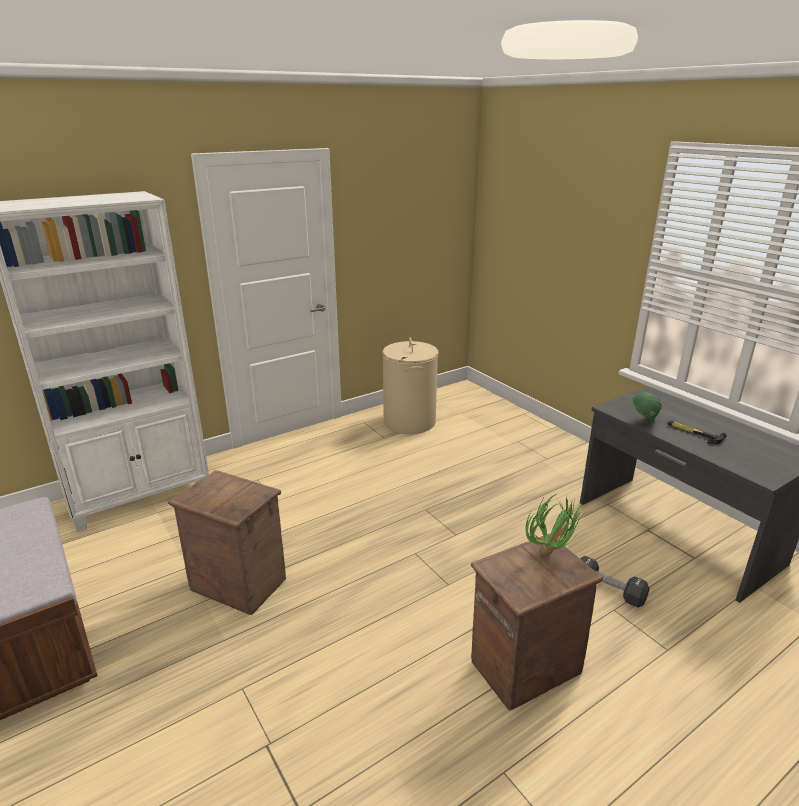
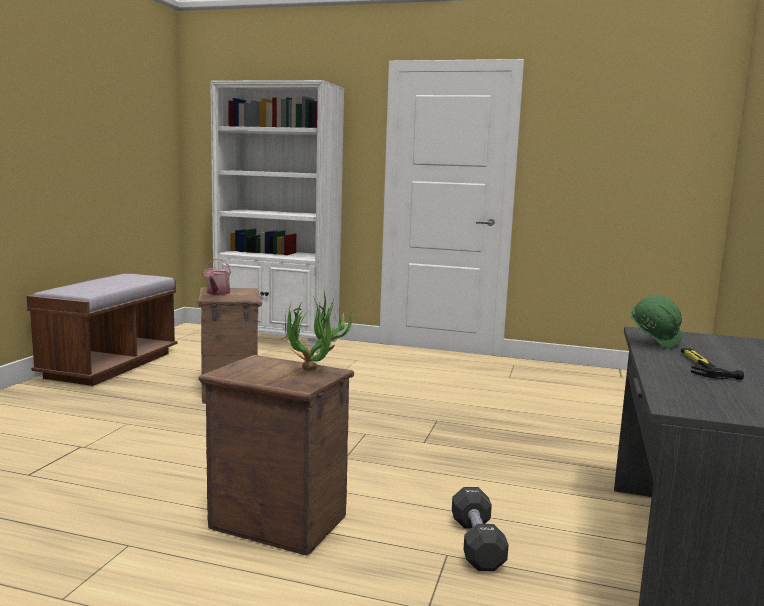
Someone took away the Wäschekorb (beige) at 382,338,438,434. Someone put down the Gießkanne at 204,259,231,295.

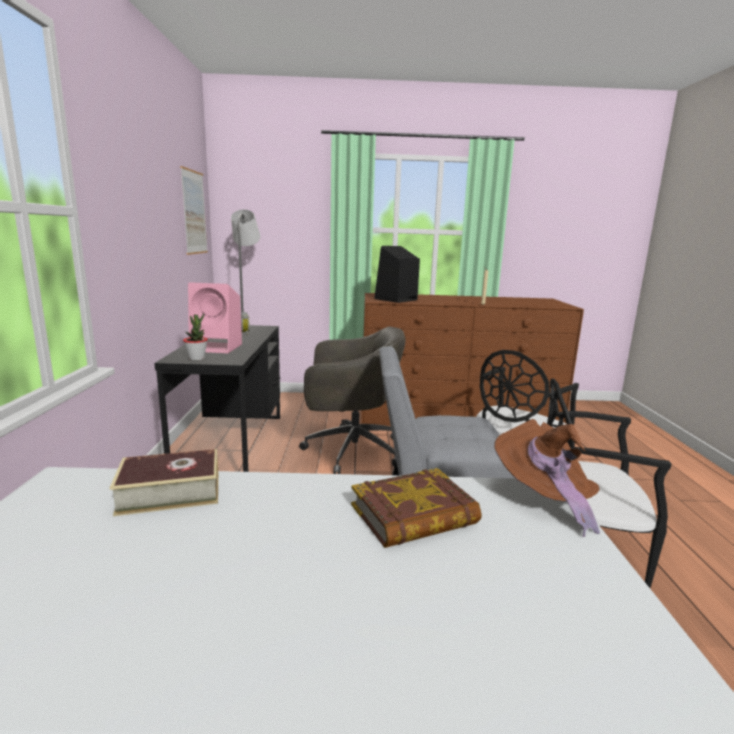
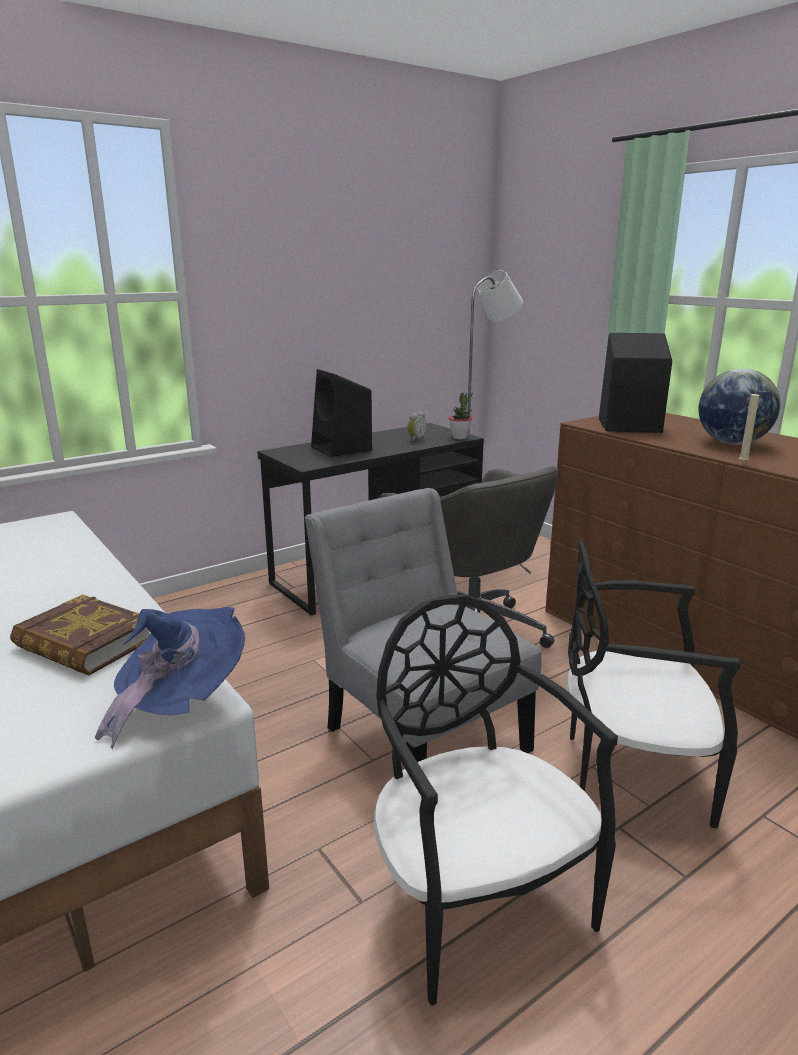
Someone took away the Bild at 180,166,208,255. Someone repainted the Lautsprecher (rosa) at 188,282,242,353, which became the Lautsprecher (schwarz) at 311,369,372,457. Someone carried the Topfpflanze from 183,313,208,361 to 449,393,473,439. Someone repainted the Hut (braun) at 494,419,600,537, which became the Hut (blau) at 95,607,245,750. Someone took away the Buch at 110,449,218,516. Someone put down the Globus at 699,368,780,445.

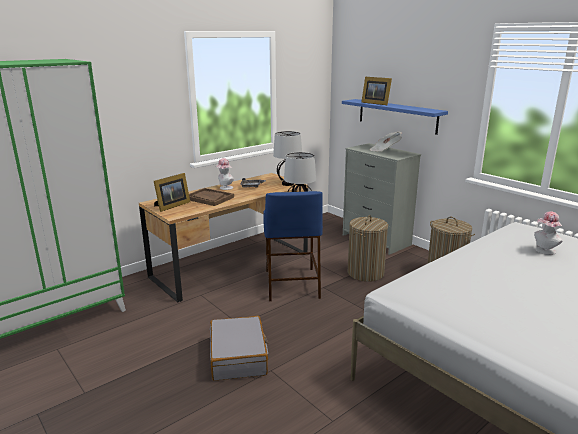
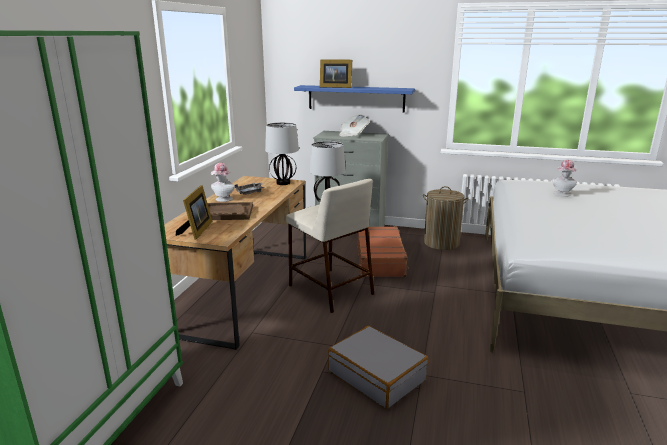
Someone repainted the Hocker (blau) at 264,191,323,301, which became the Hocker (beige) at 286,179,374,313. Someone swapped the Wäschekorb at 348,215,388,282 for the Koffer (braun) at 357,226,409,277.

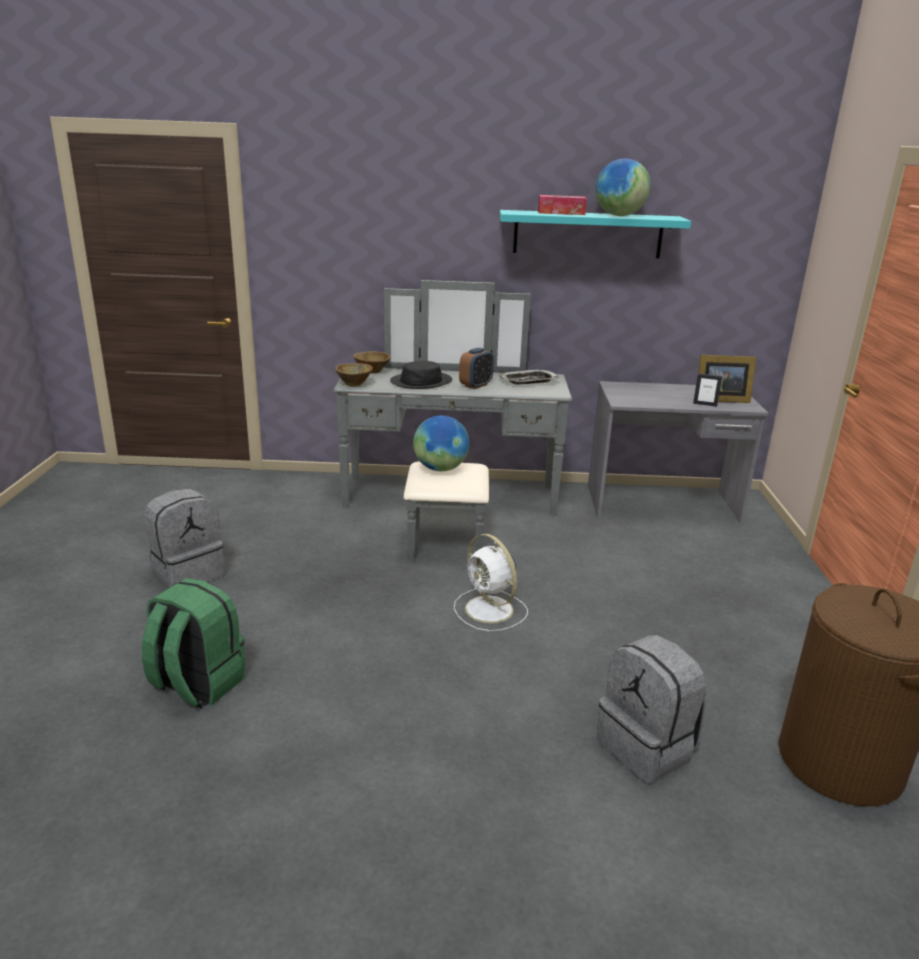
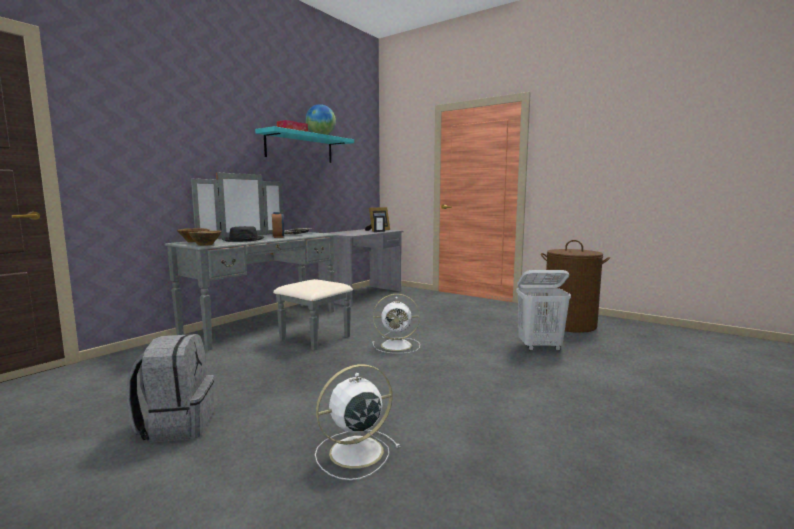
Someone took away the Globus at 413,415,469,471. Someone swapped the Rucksack (grün) at 142,578,245,709 for the Ventilator (weiß) at 315,364,400,480. Someone swapped the Rucksack (grau) at 597,635,706,783 for the Wäschekorb (weiß) at 516,270,571,351.

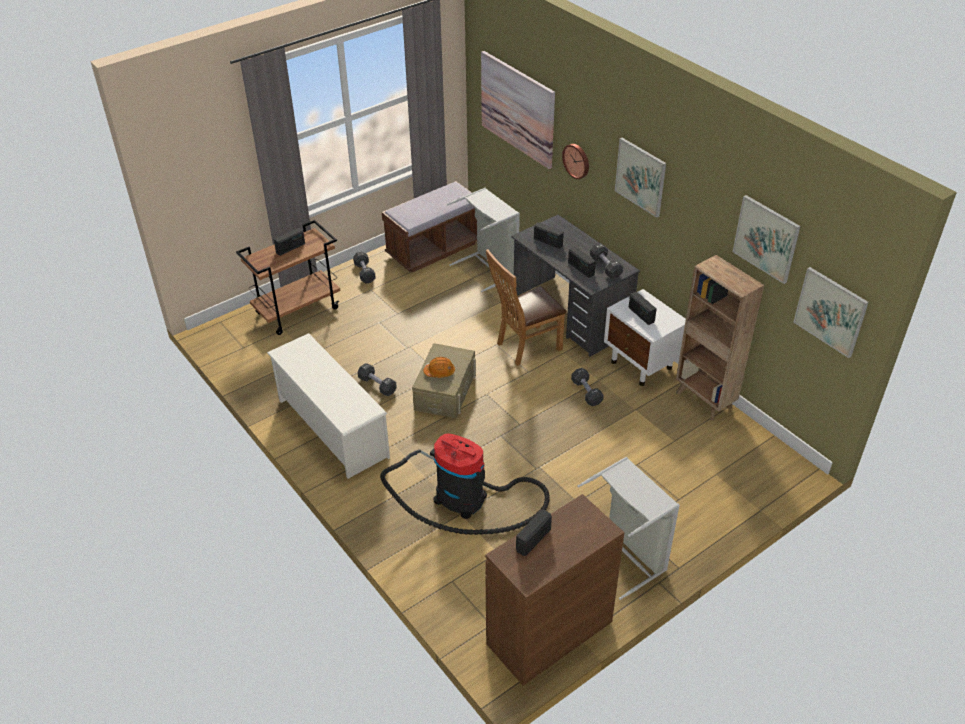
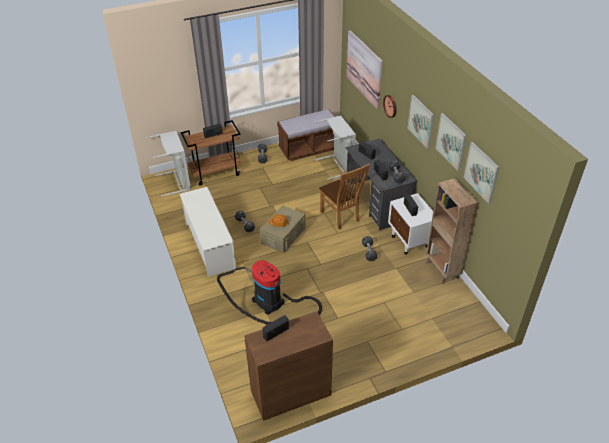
Someone rotated the Stuhl (braun) at 486,249,567,366 by 105 degrees counterclockwise. Someone carried the Bild from 793,267,869,358 to 436,113,467,171. Someone carried the Wäschekorb (grau) from 577,457,680,600 to 147,131,191,196.

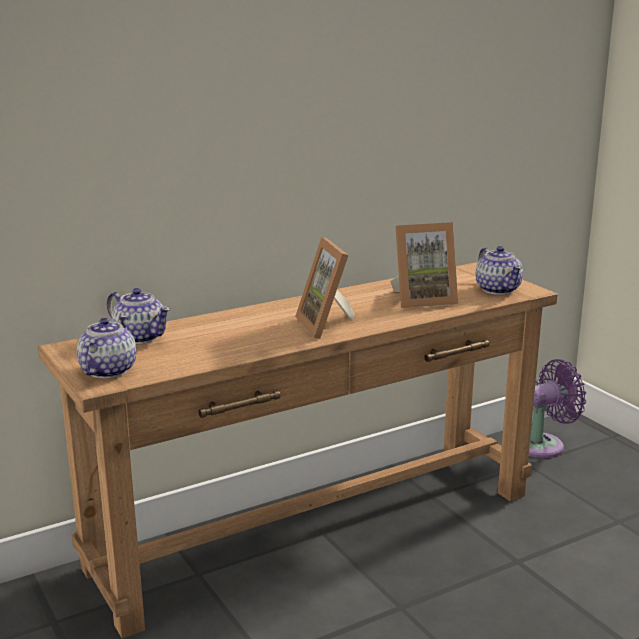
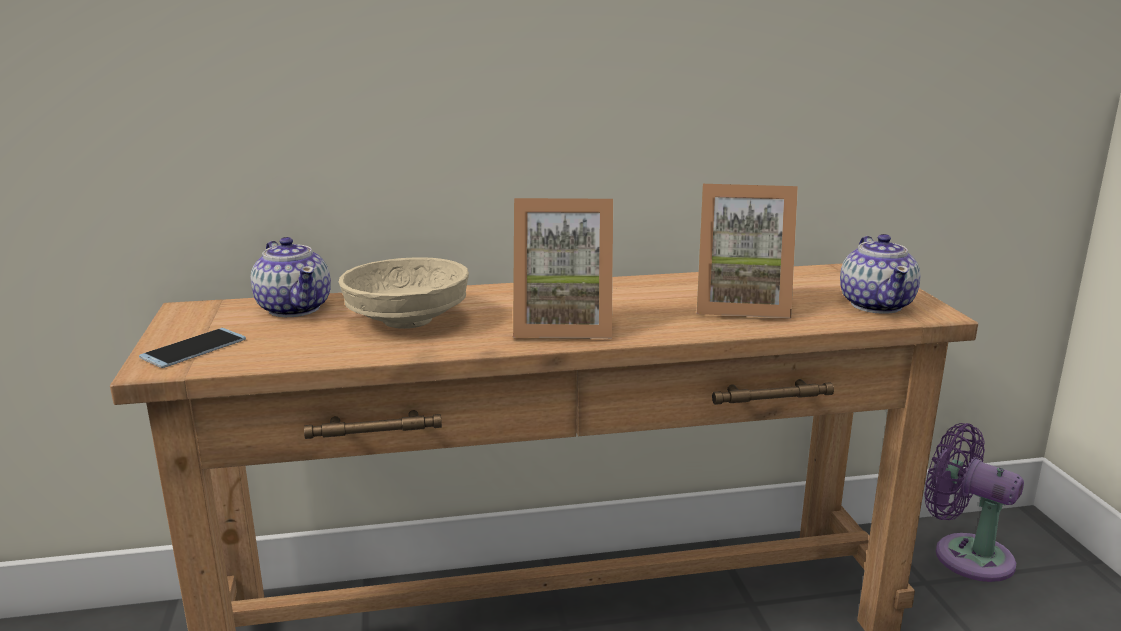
Someone rotated the Bilderrahmen at 295,237,355,339 by 90 degrees counterclockwise. Someone swapped the Teekanne at 77,315,136,378 for the Handy at 139,328,246,368. Someone rotated the Ventilator (lila) at 529,359,586,458 by 135 degrees counterclockwise. Someone put down the Schüssel (beige) at 339,257,469,329.

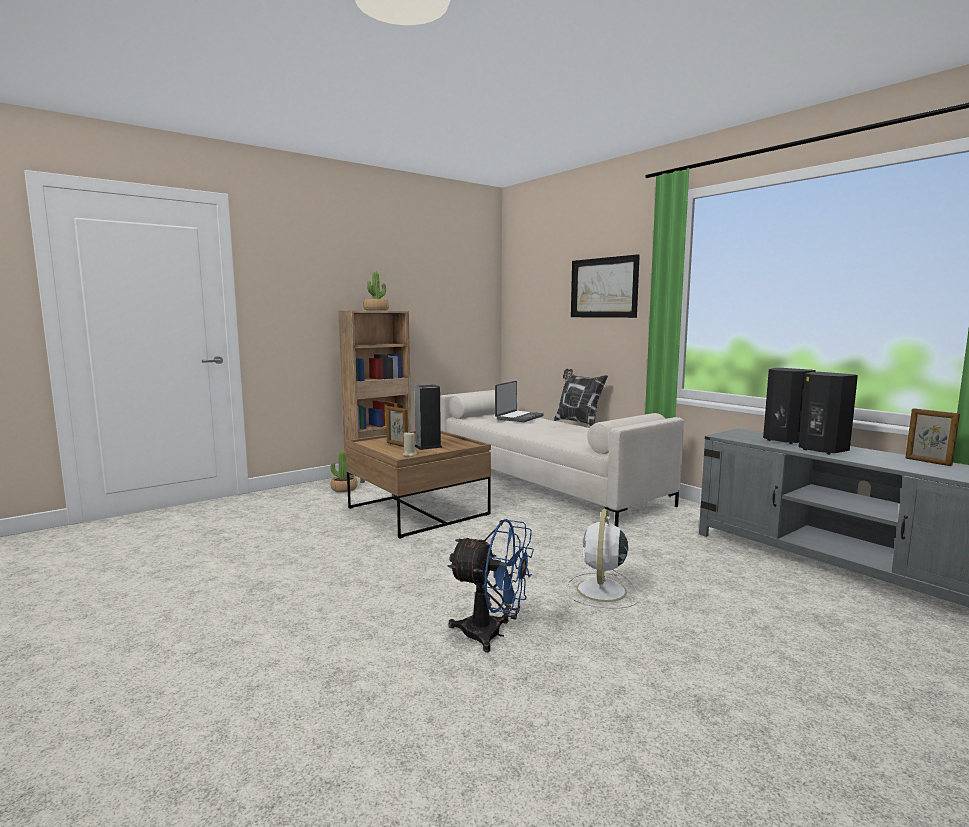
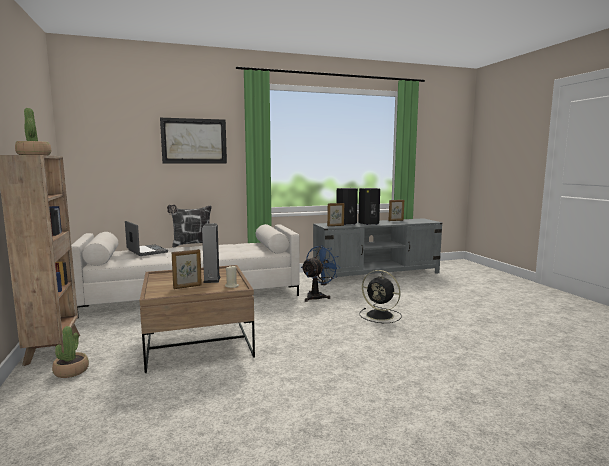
Someone repainted the Ventilator (weiß) at 566,509,639,609, which became the Ventilator (schwarz) at 359,270,402,323. Someone carried the Ventilator (blau) from 448,519,534,652 to 301,246,341,302. Someone put down the Bilderrahmen at 327,203,344,226.

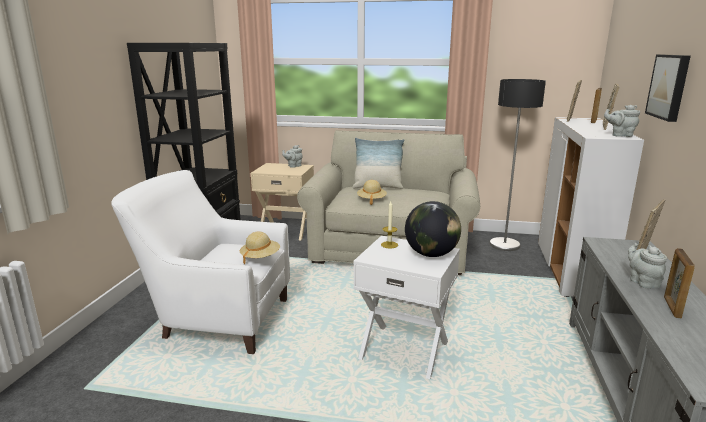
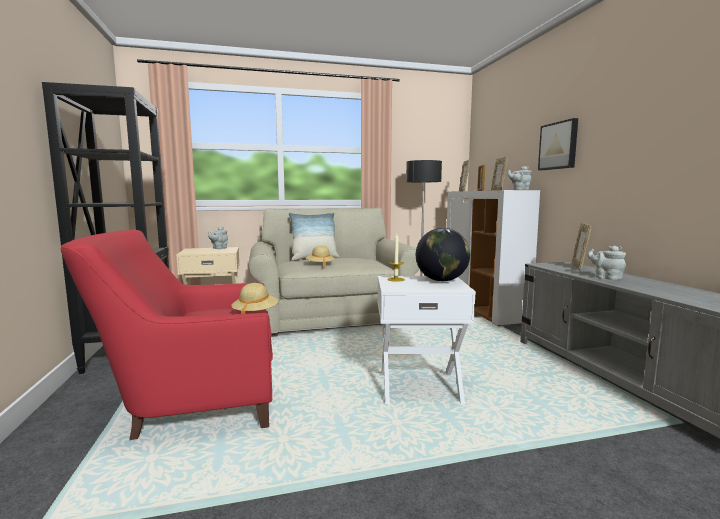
Someone repainted the Sessel (weiß) at 111,170,290,354, which became the Sessel (rot) at 61,230,273,440. Someone took away the Bilderrahmen at 664,248,695,318.

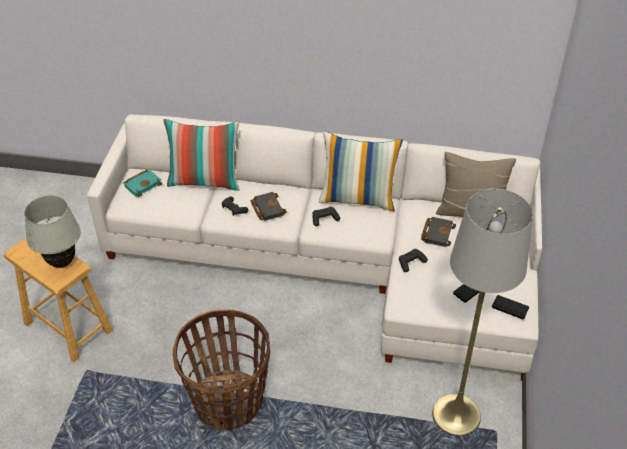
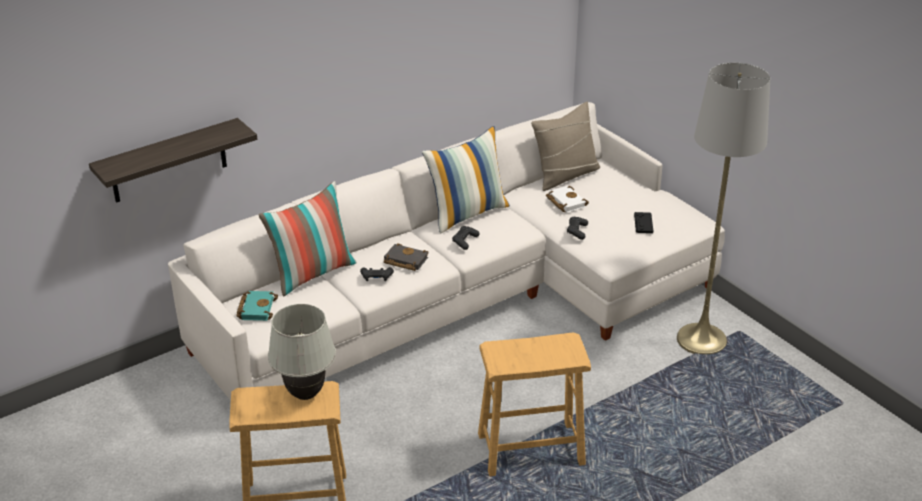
Someone repainted the Buch (schwarz) at 421,217,456,247, which became the Buch (weiß) at 546,186,589,212. Someone took away the Gamepad (schwarz) at 492,295,529,319. Someone swapped the Korb at 173,309,270,431 for the Hocker (braun) at 478,332,591,476. Someone put up the Wandregal at 89,118,257,203.

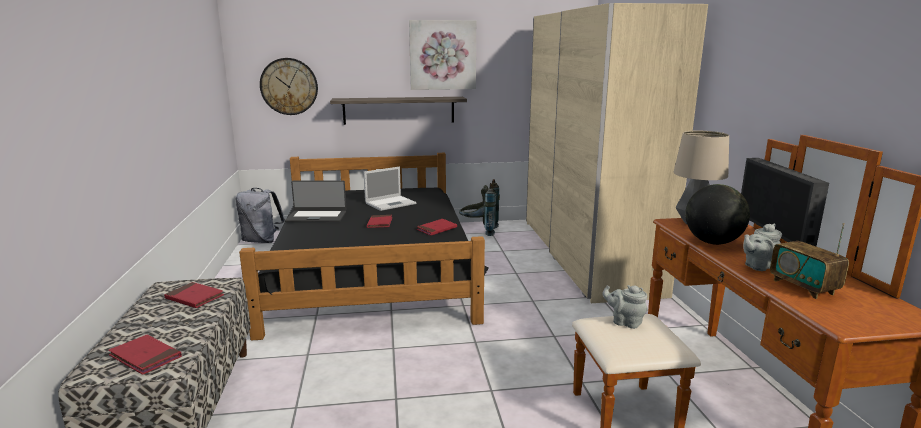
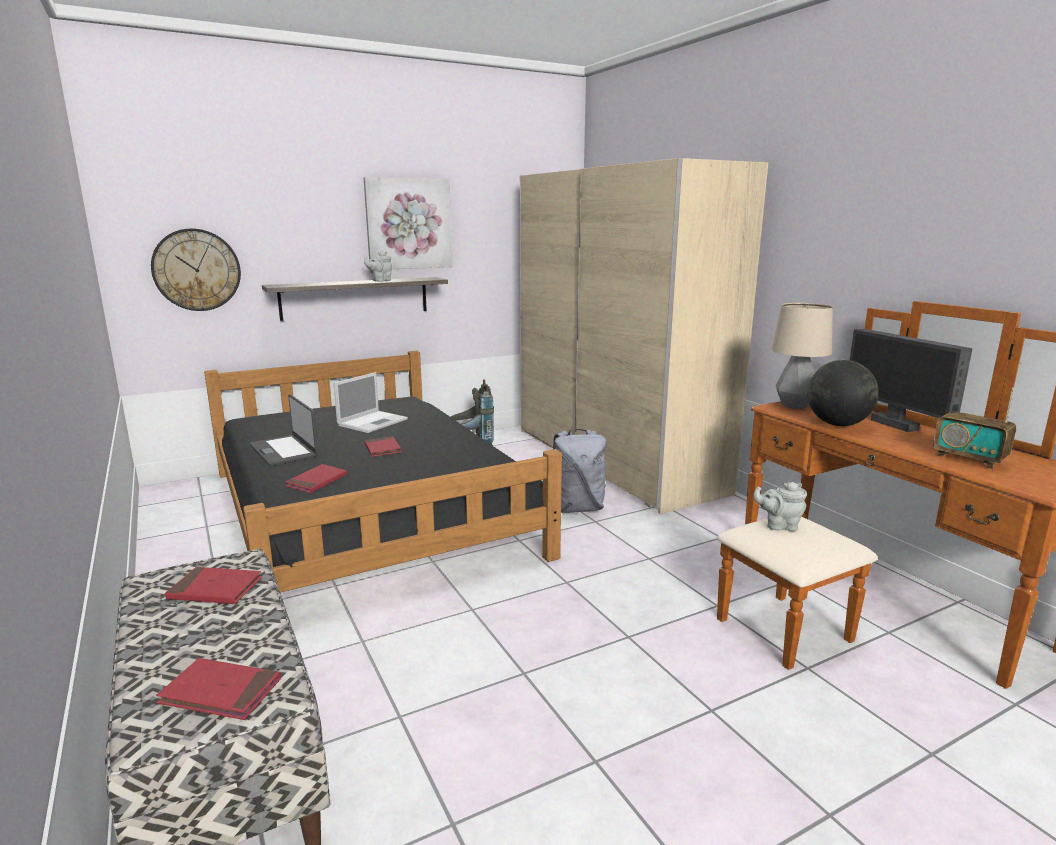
Someone rotated the Laptop at 285,181,347,222 by 75 degrees clockwise. Someone carried the Rucksack (grau) from 236,188,285,243 to 553,429,607,513. Someone carried the Buch (rot) from 417,219,457,236 to 285,464,347,493. Someone carried the Teekanne (grau) from 743,224,782,271 to 364,251,392,282.

